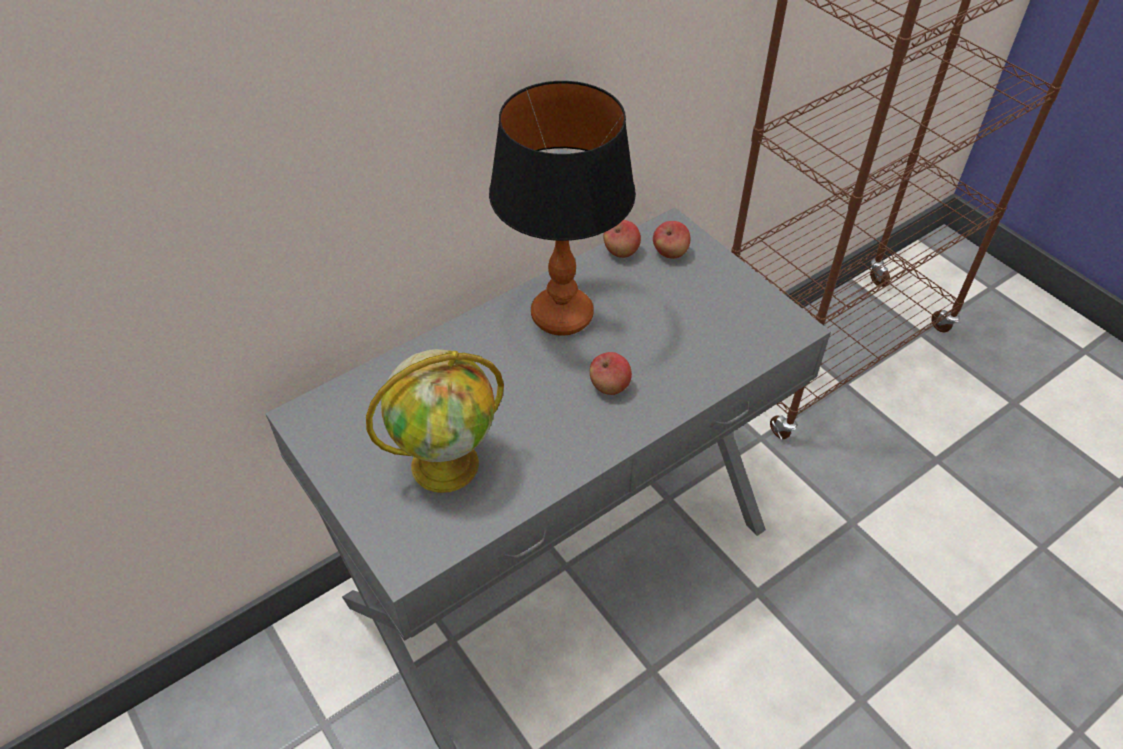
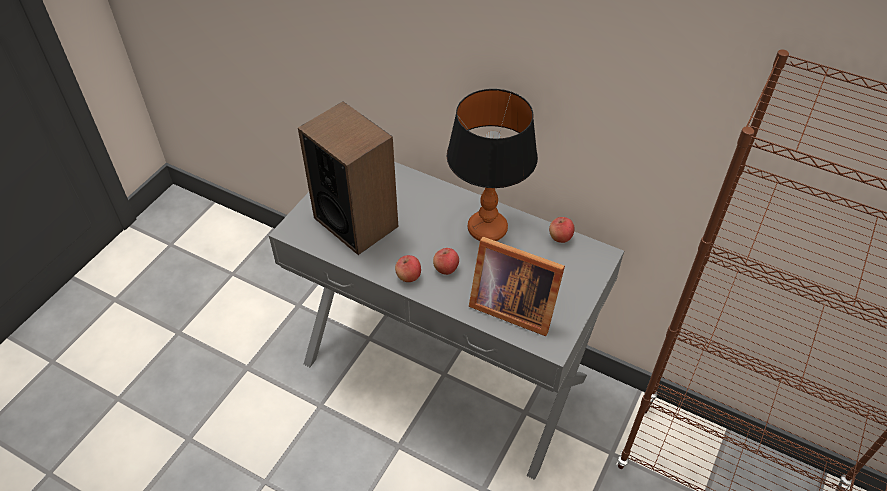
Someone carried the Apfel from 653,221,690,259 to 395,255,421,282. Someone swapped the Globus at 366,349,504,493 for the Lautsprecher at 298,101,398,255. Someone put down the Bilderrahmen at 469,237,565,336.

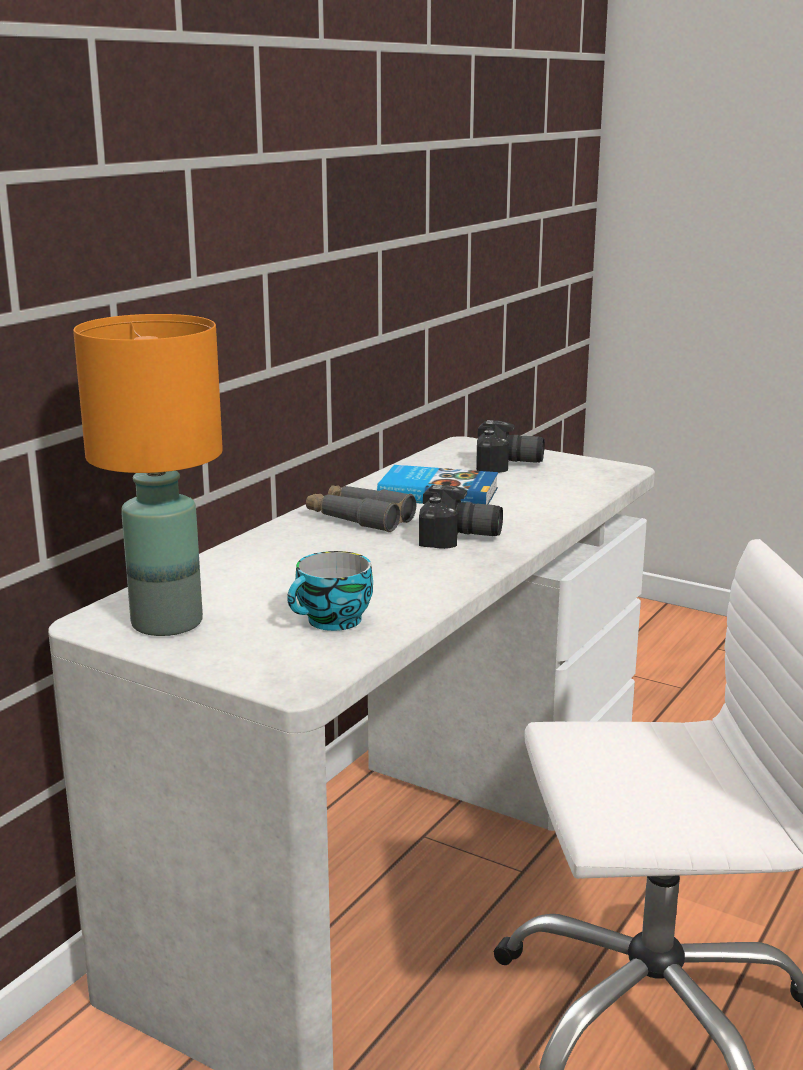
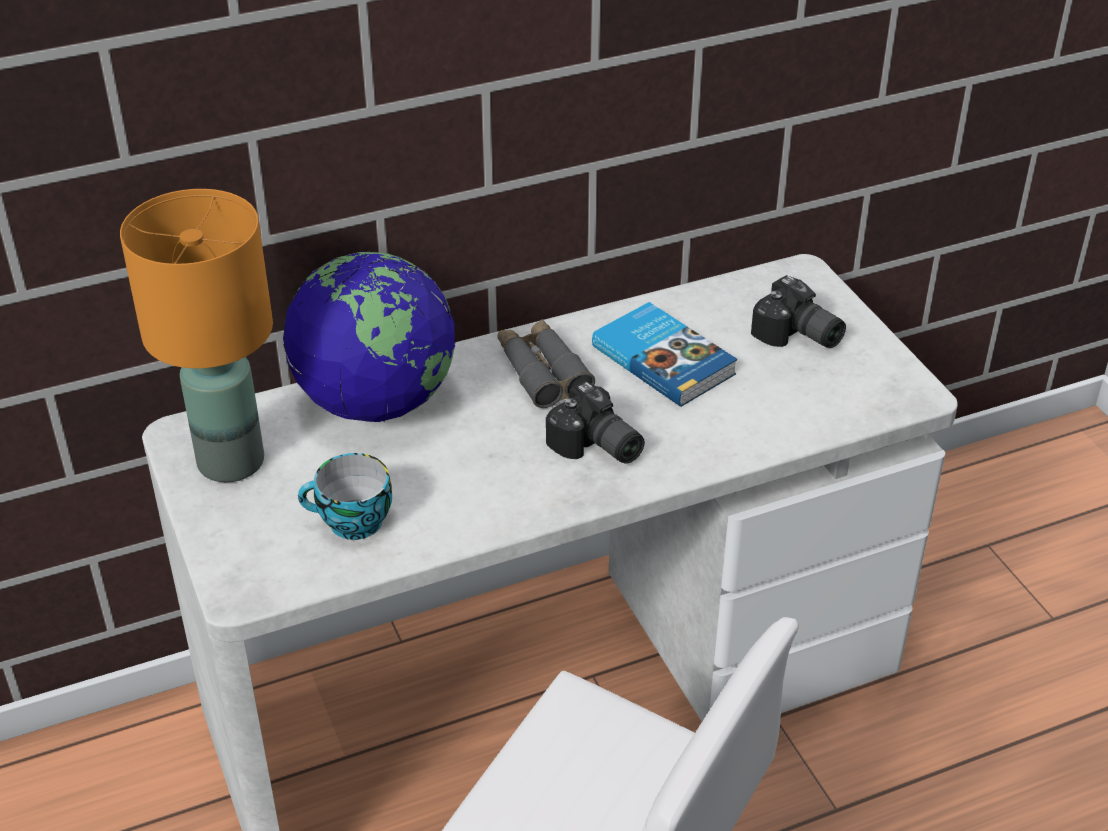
Someone put down the Globus at 283,251,455,422.

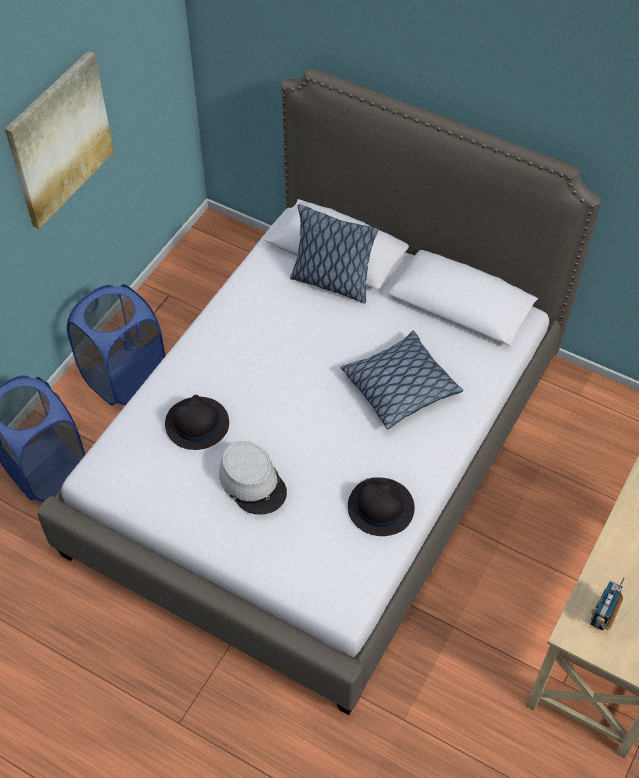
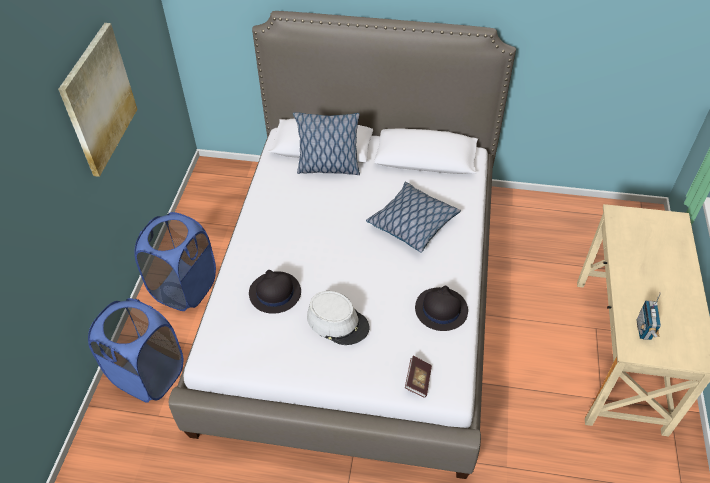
Someone put down the Buch at 405,356,432,398.

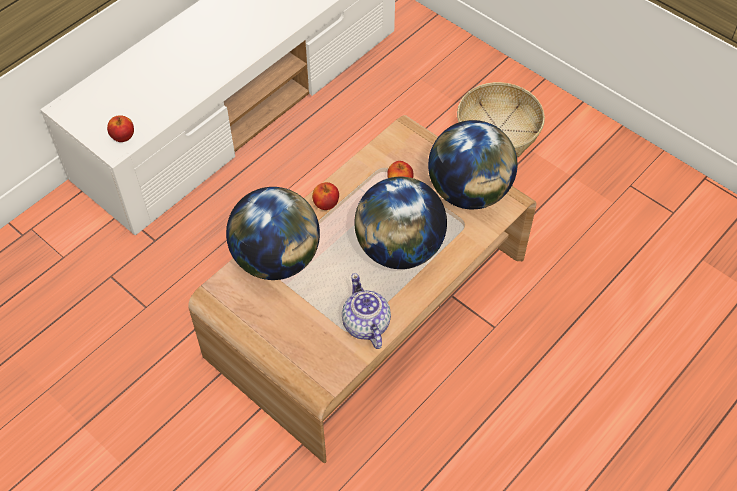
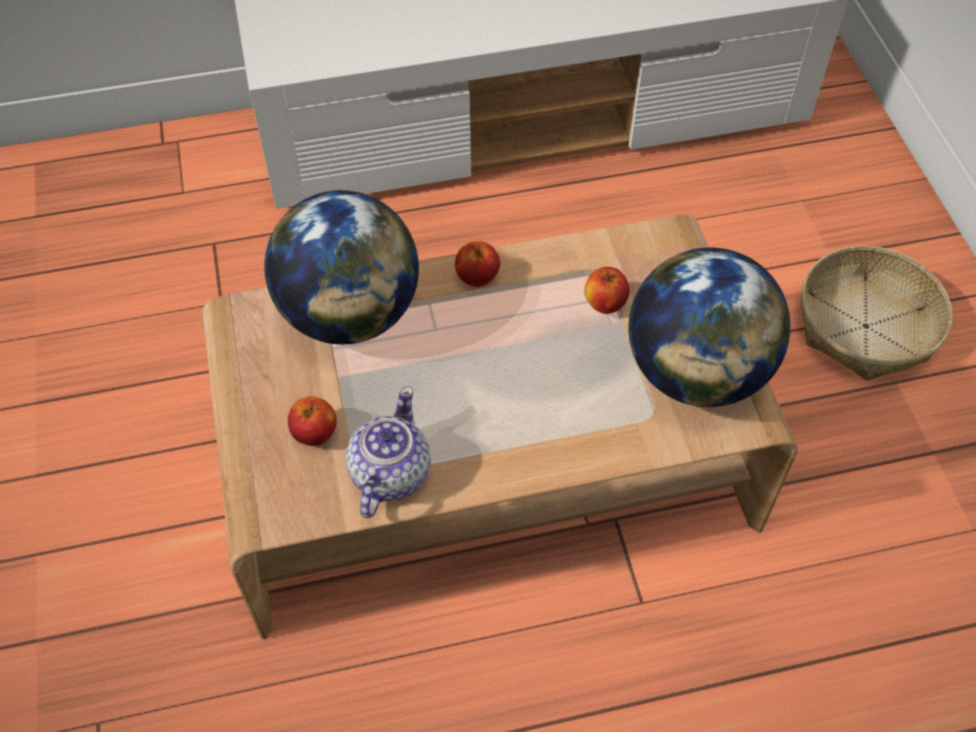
Someone carried the Apfel from 107,115,134,142 to 288,396,337,446. Someone took away the Globus at 354,177,447,269.

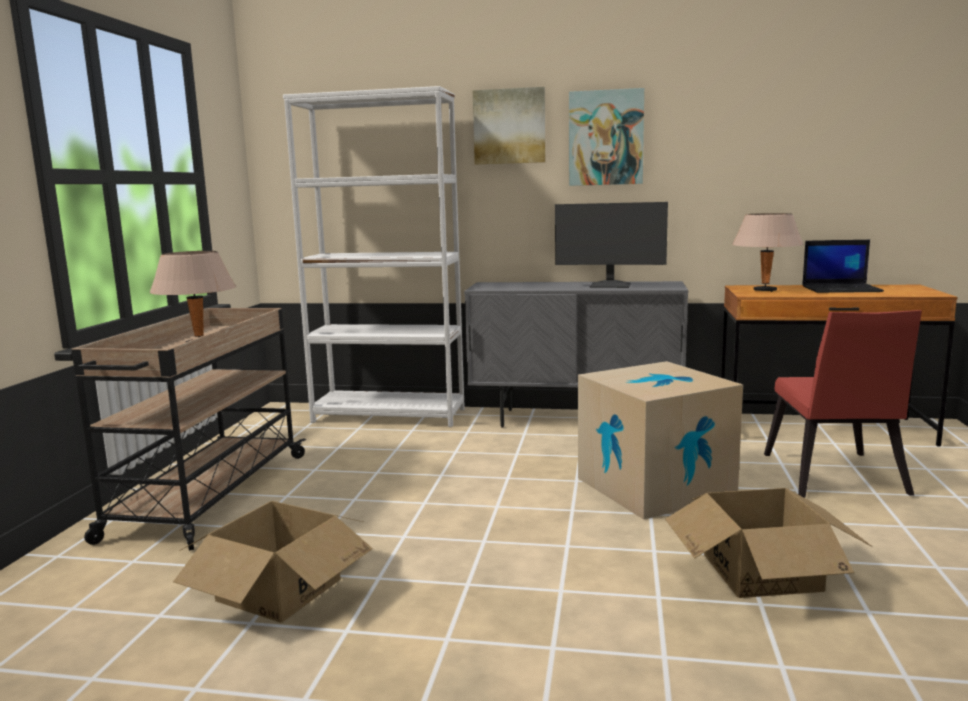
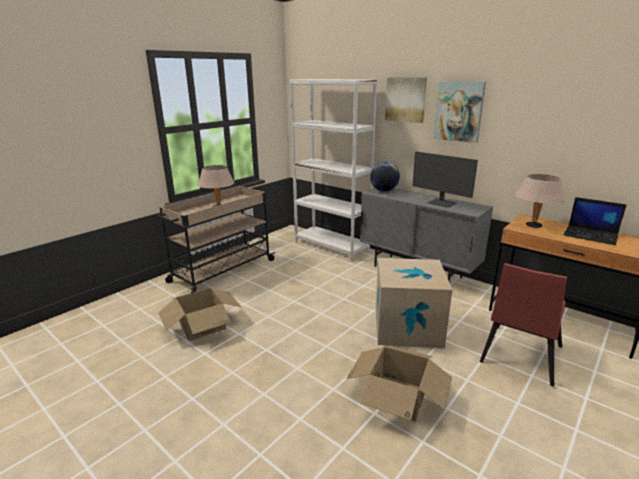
Someone put down the Globus at 370,162,400,191.

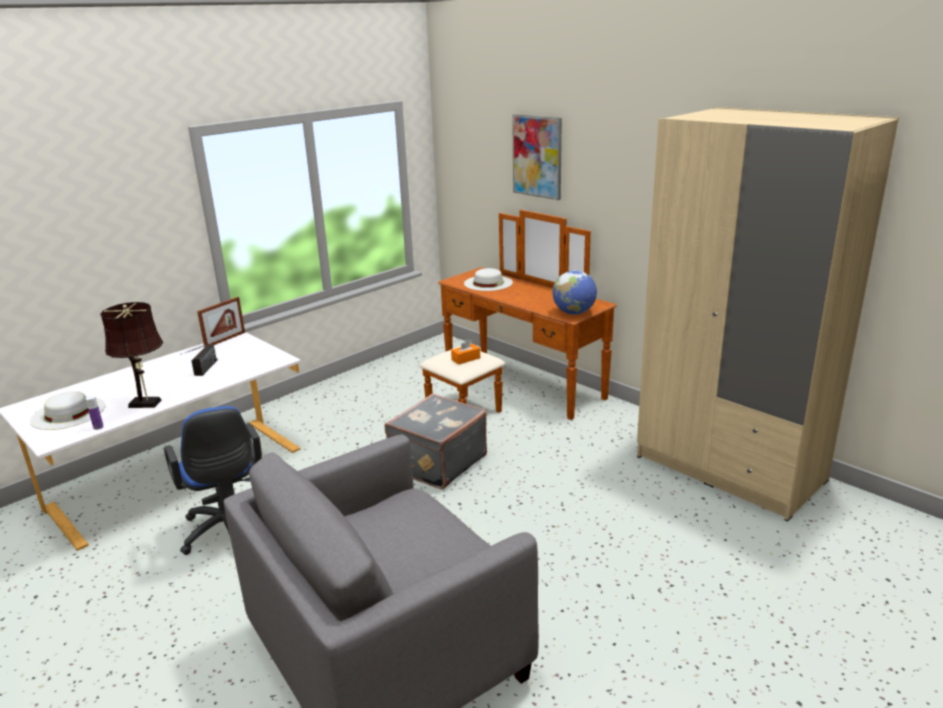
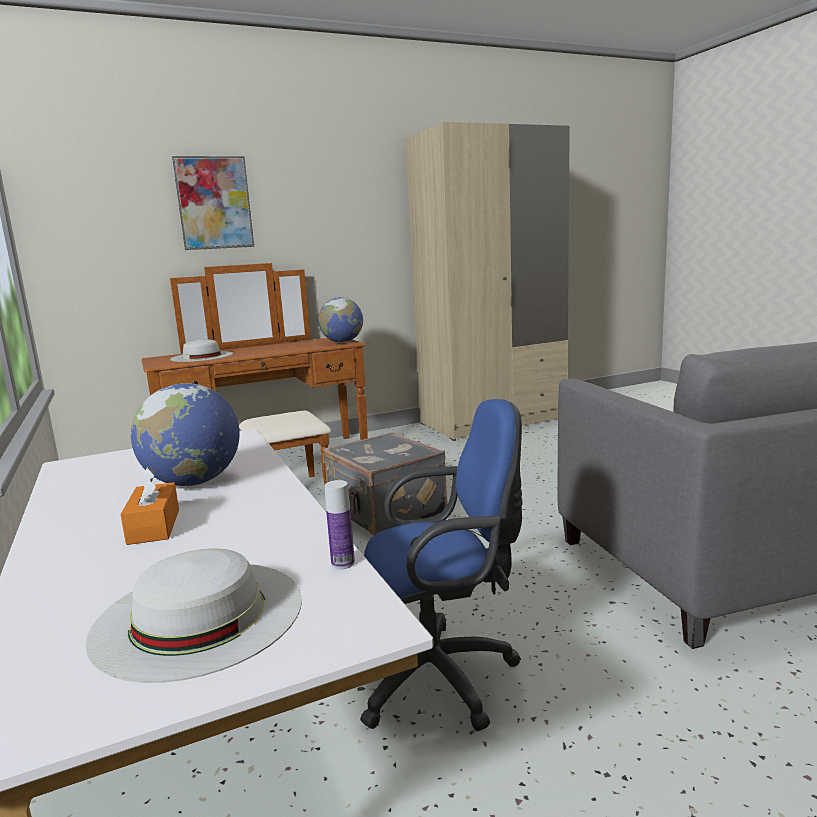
Someone took away the Bilderrahmen at 197,297,245,347. Someone took away the Tischlampe (braun) at 100,302,163,408. Someone carried the Taschentuchbox (orange) from 451,339,480,365 to 120,467,179,545. Someone swapped the Radio at 180,345,217,376 for the Globus at 131,383,240,486.

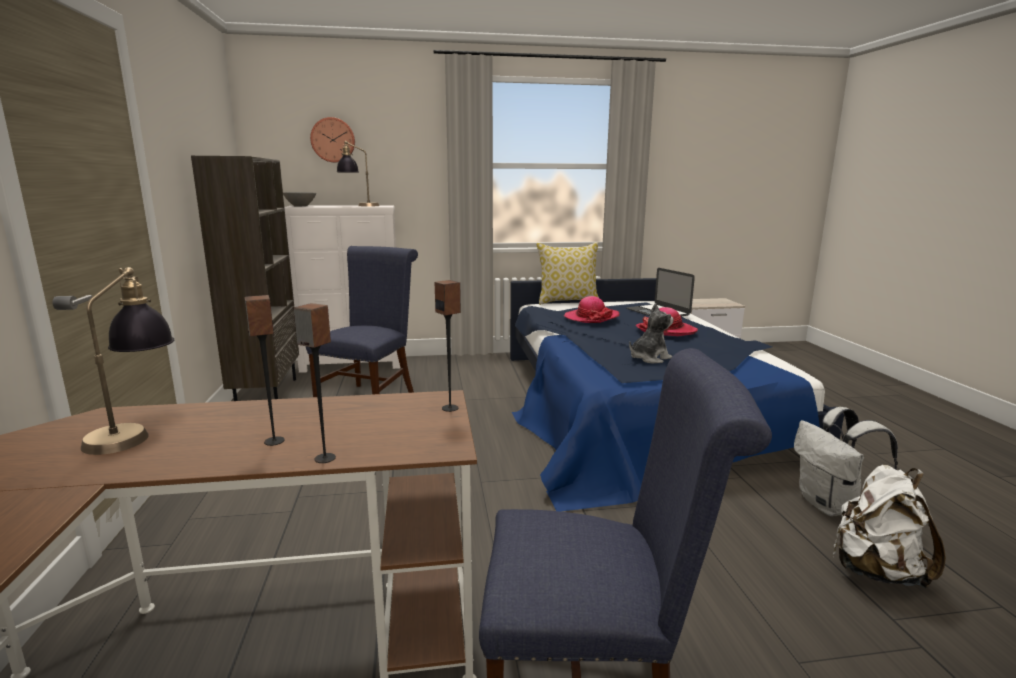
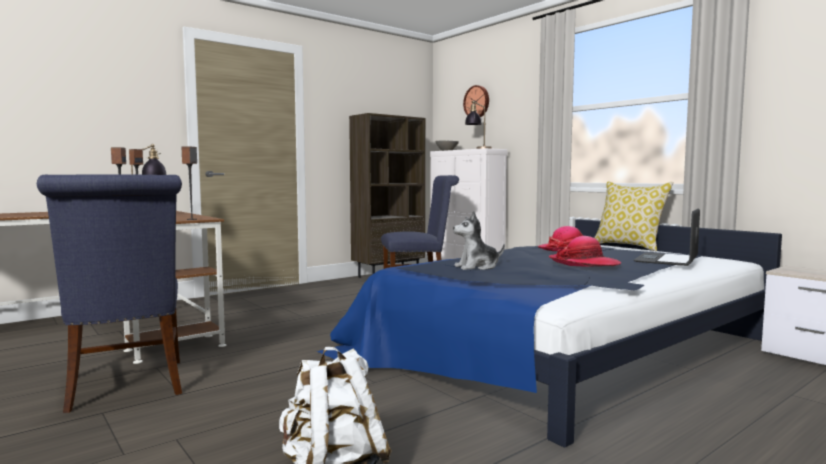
Someone rotated the Plüschtier at 629,303,674,363 by 135 degrees clockwise. Someone took away the Rucksack (weiß) at 794,407,898,516.

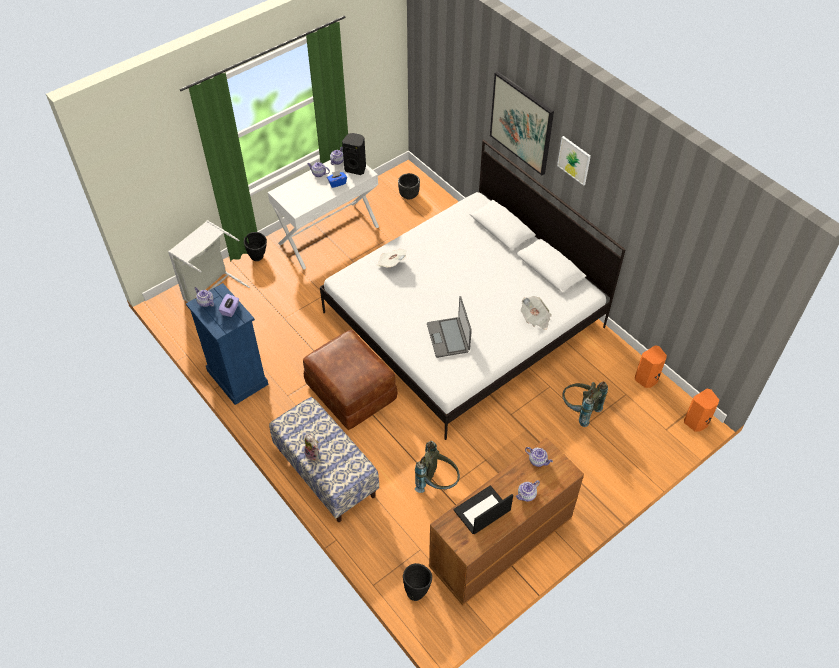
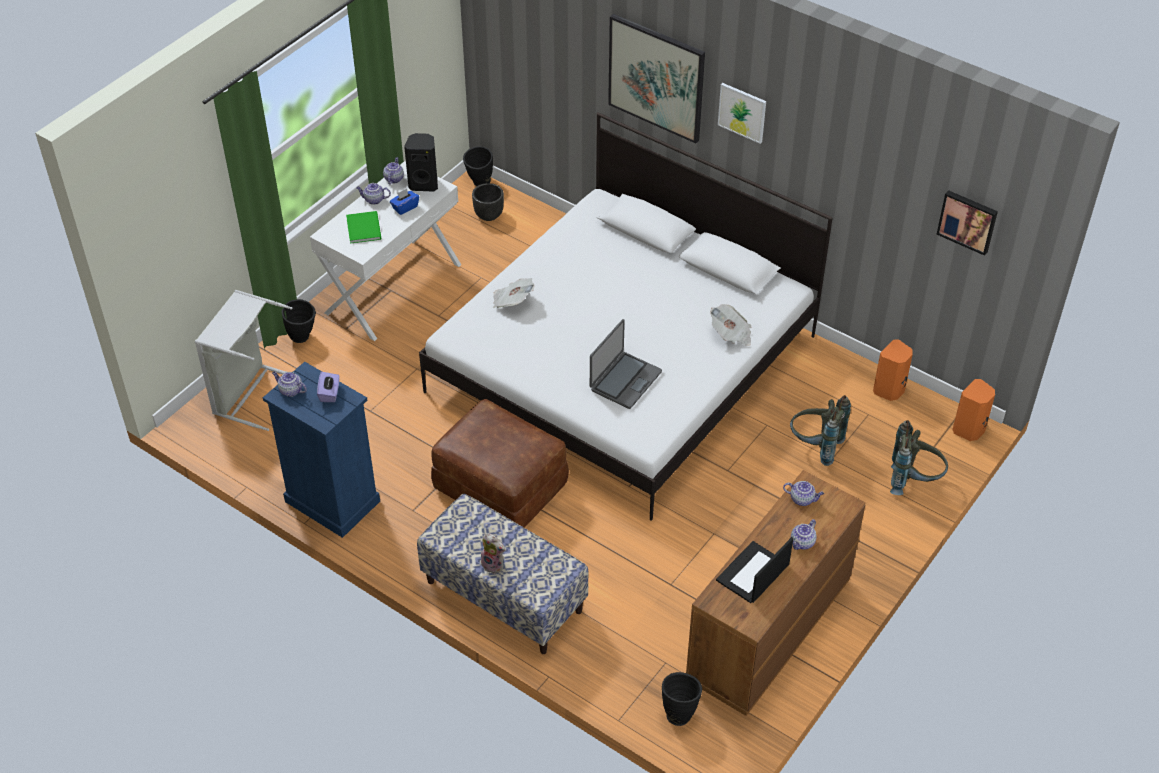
Someone rotated the Laptop at 427,296,472,358 by 120 degrees counterclockwise. Someone carried the Rucksack (grau) from 415,441,460,493 to 890,420,948,495. Someone put down the Vase (schwarz) at 463,146,493,186. Someone put up the Bild at 937,190,998,256. Someone put down the Buch (grün) at 346,211,382,244.

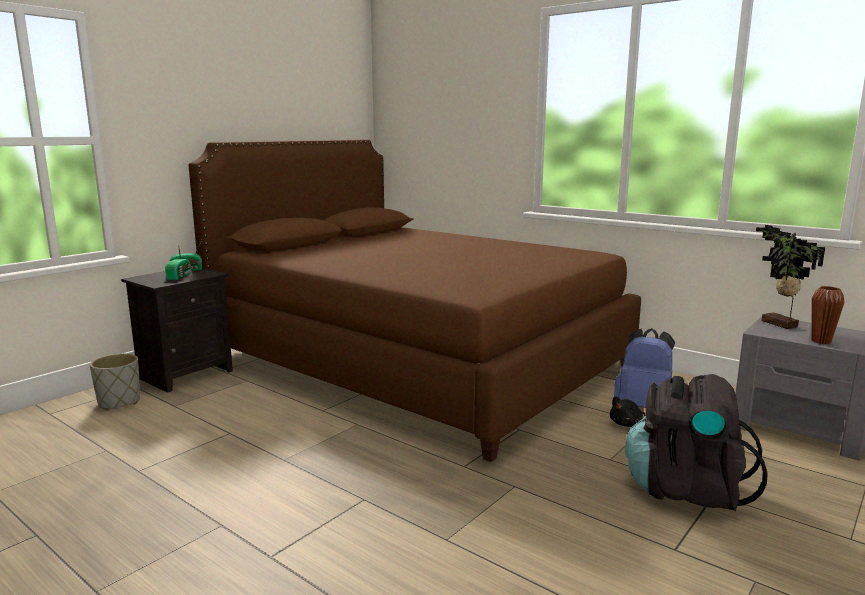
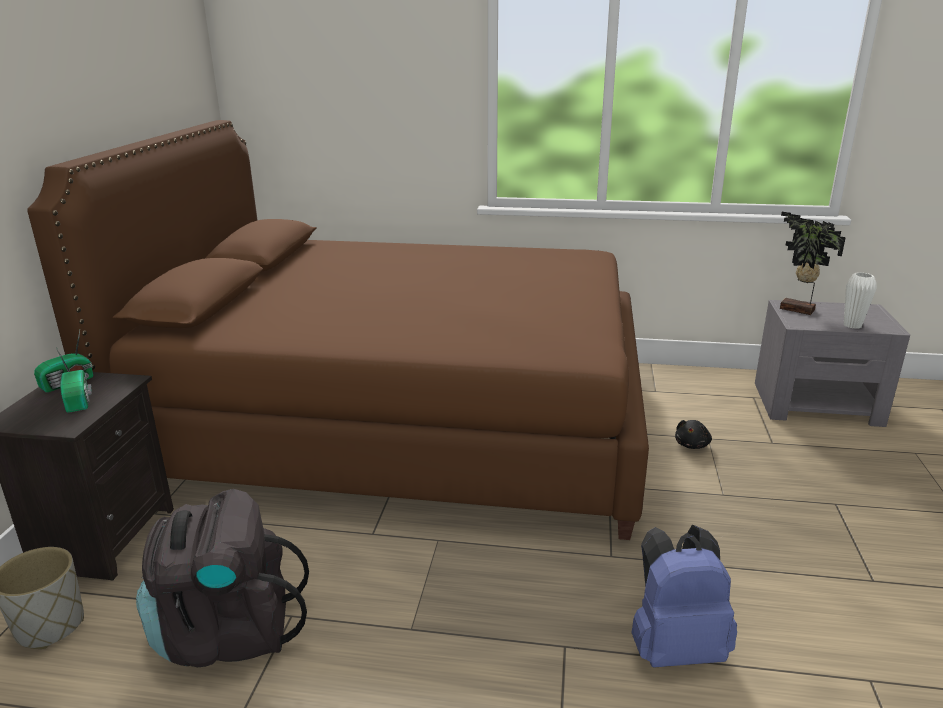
Someone repainted the Vase (braun) at 811,286,845,344, which became the Vase (weiß) at 844,272,877,329. Someone carried the Rucksack (blau) from 614,328,675,408 to 632,525,737,668. Someone carried the Rucksack (schwarz) from 625,374,768,511 to 136,489,309,667.

